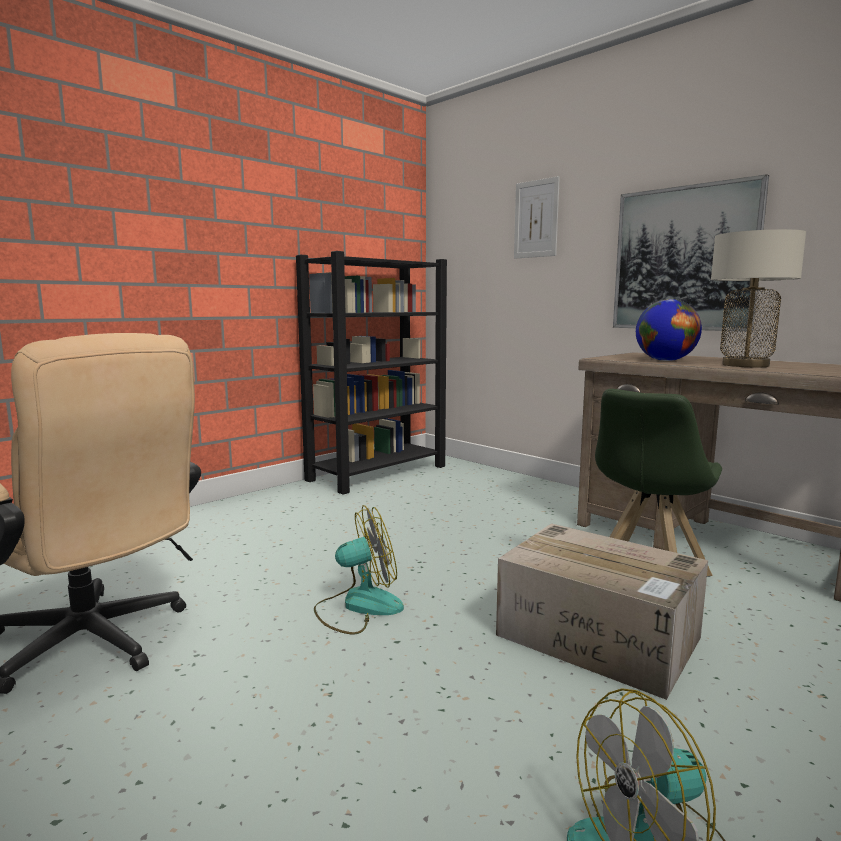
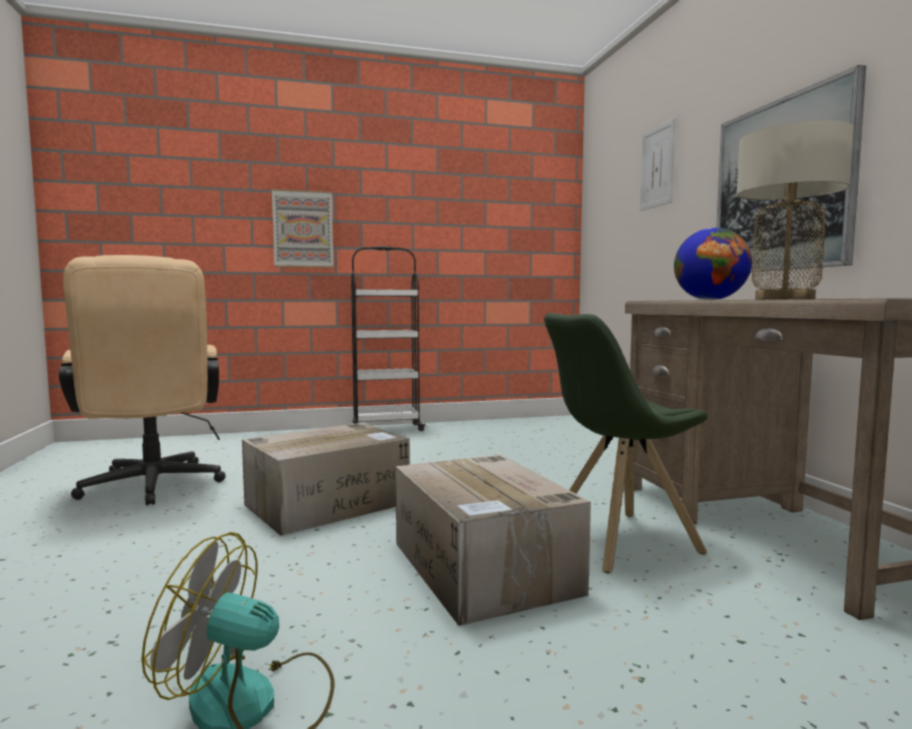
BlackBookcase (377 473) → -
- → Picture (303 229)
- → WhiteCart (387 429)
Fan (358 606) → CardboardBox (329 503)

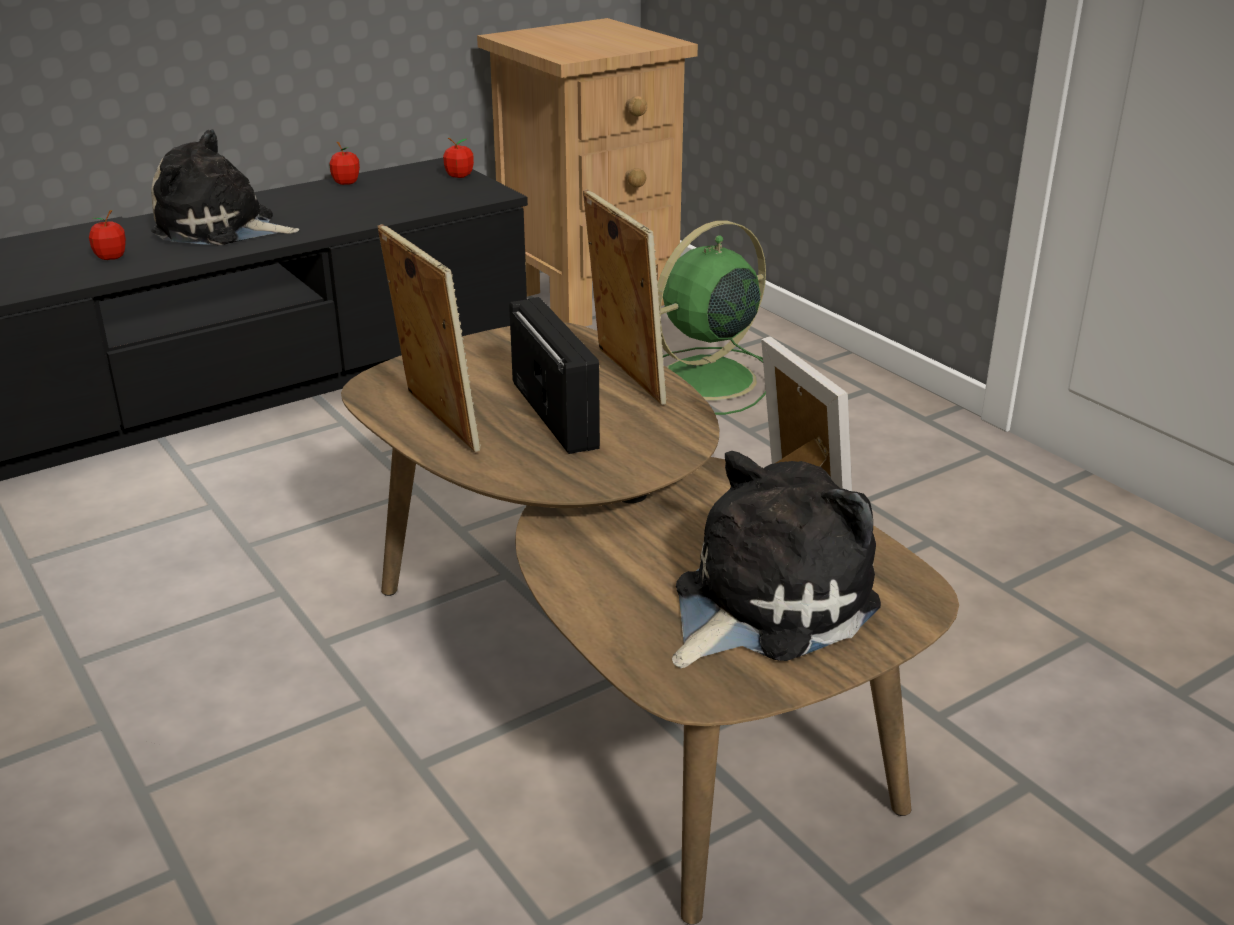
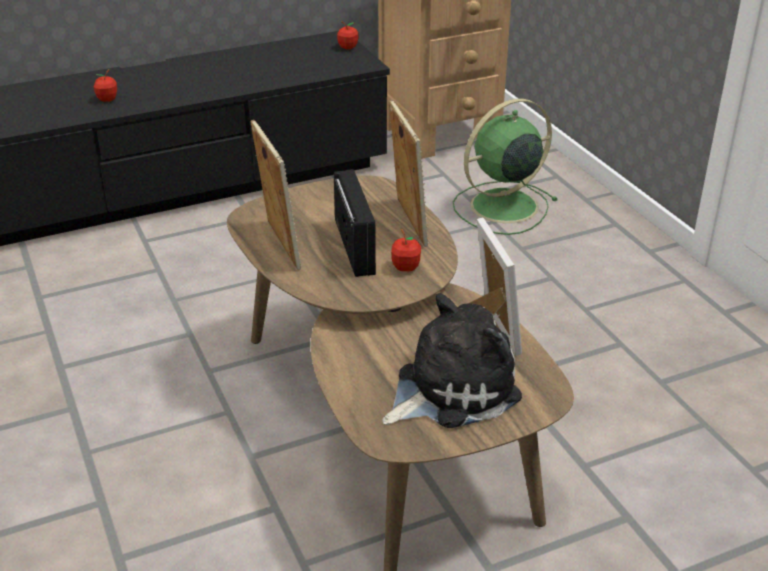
PlushToy (221 228) → -
Apple (346 183) → Apple (406 267), move

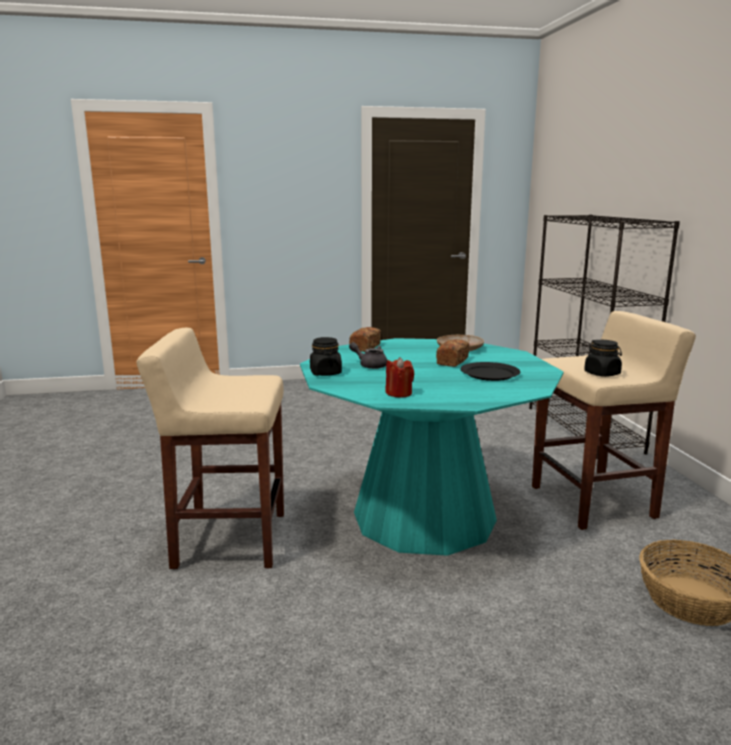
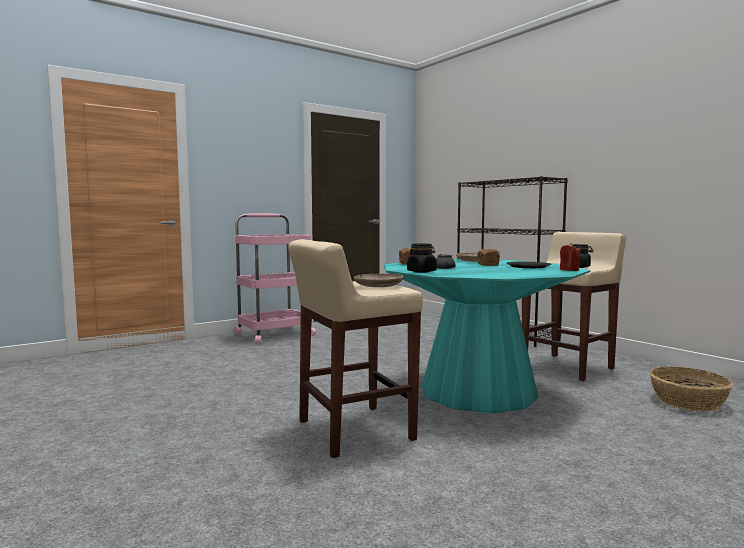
- → PinkCart (275 335)
- → BeigePlate (378 286)
RedCandle (399 393) → RedCandle (569 270), move

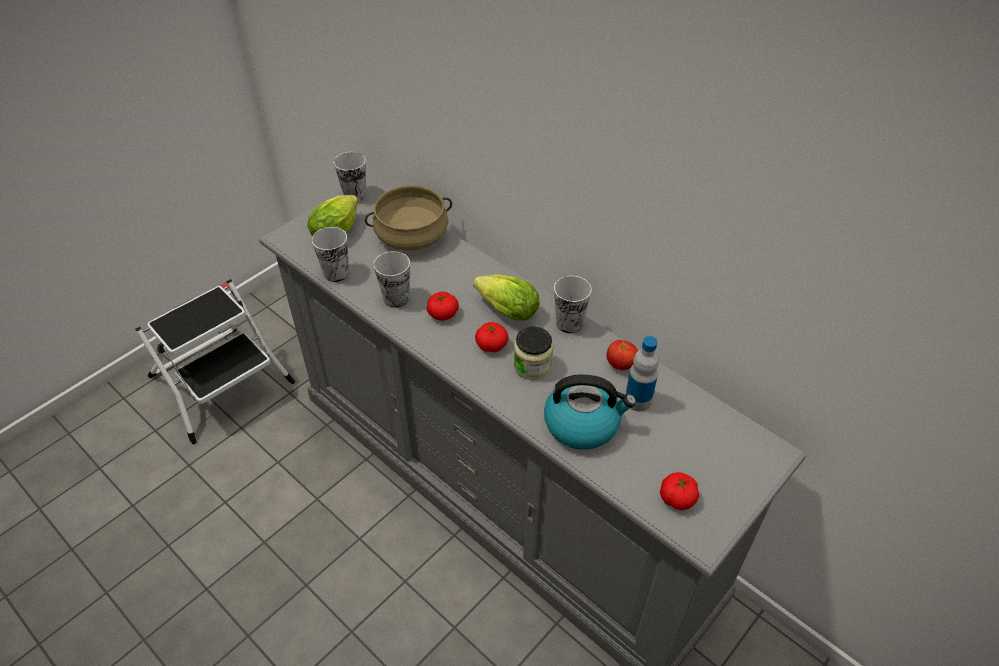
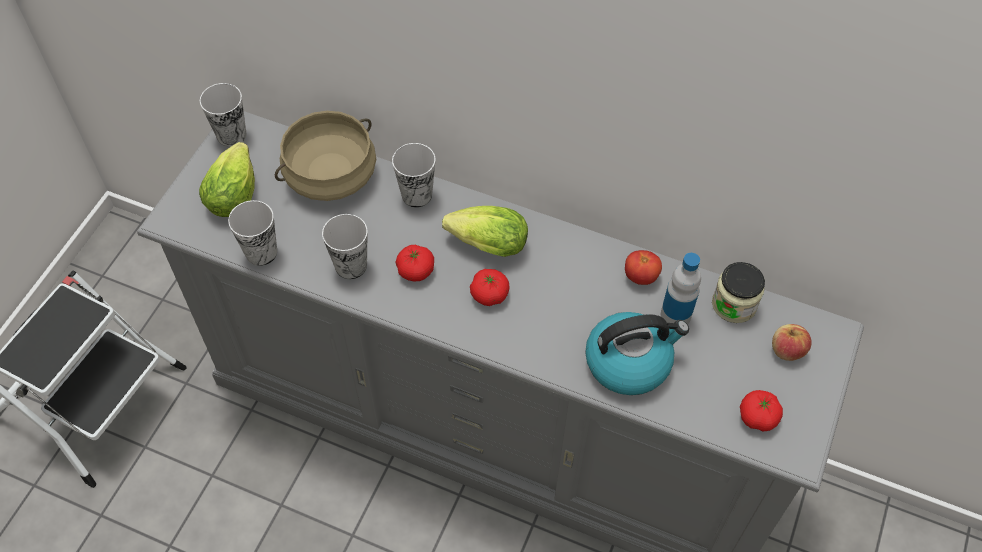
- → Apple (787 350)
Jar (532 366) → Jar (734 304), move
Cup (569 323) → Cup (416 195), move

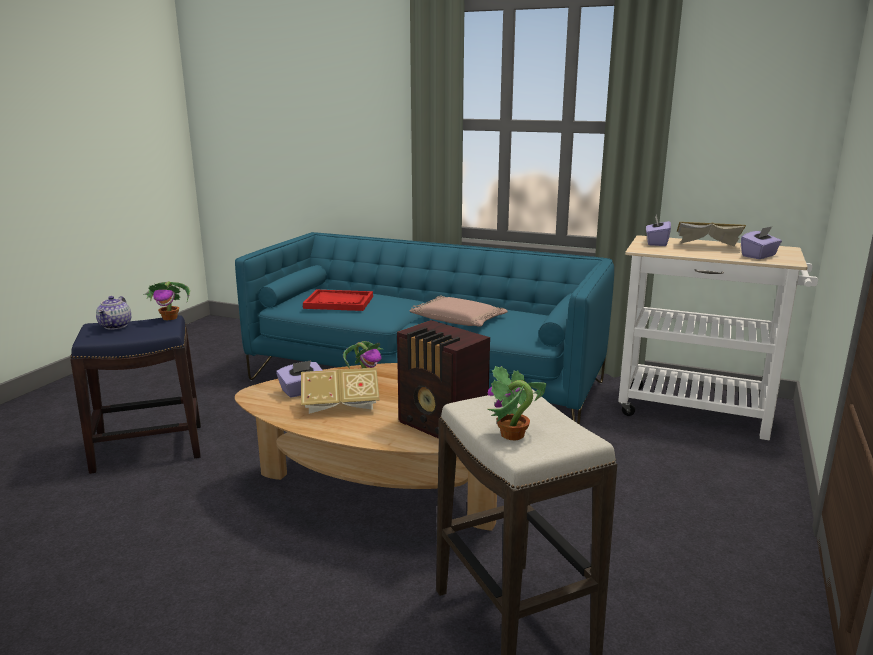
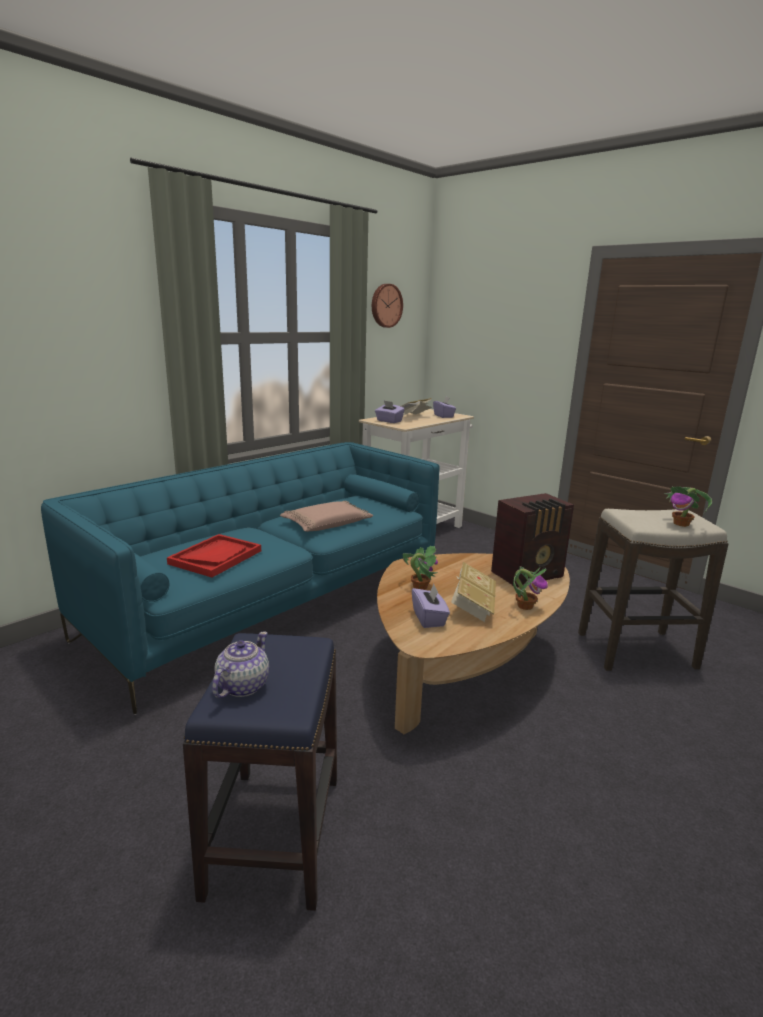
- → WallClock (385 305)
PottedPlant (170 318) → PottedPlant (525 606), move
Teapot (116 326) → Teapot (242 686), 90 degrees counterclockwise

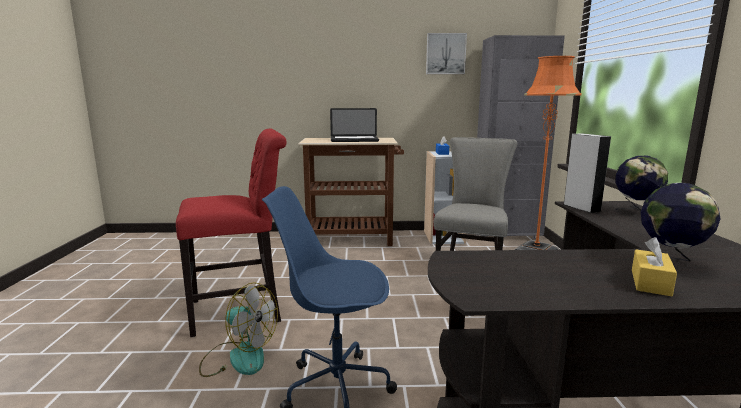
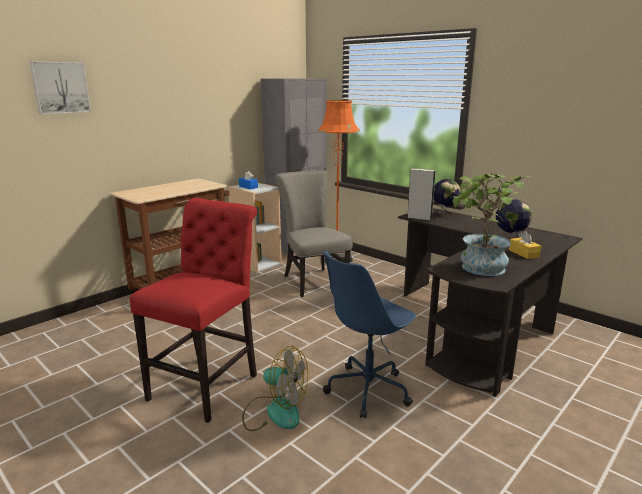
Laptop (354 140) → -
- → PottedPlant (479 269)
Picture (445 54) → Picture (60 87), move
Fan (238 357) → Fan (274 412), 45 degrees clockwise

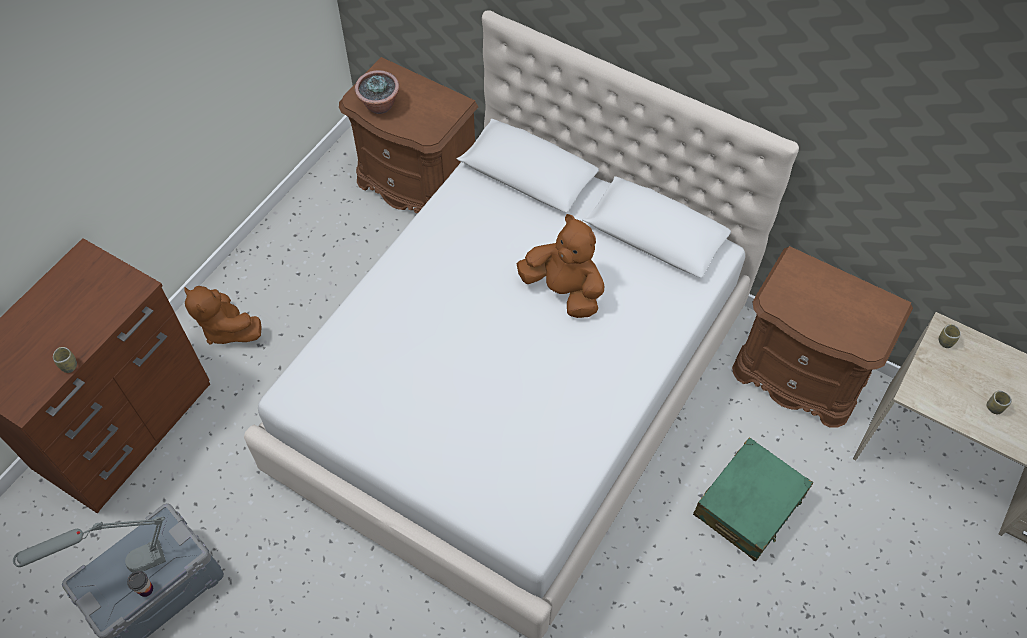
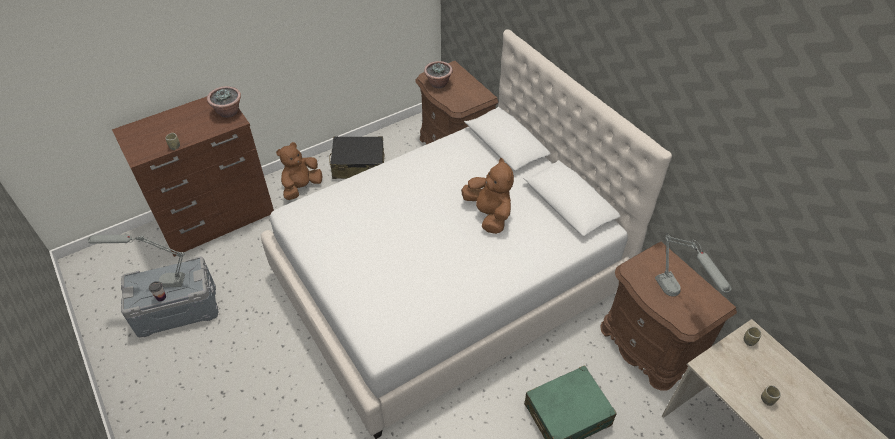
- → PottedPlant (229 112)
- → BlackSuitcase (358 165)
- → GreyTableLamp (678 299)
BrownPlushToy (227 328) → BrownPlushToy (301 187), 60 degrees clockwise

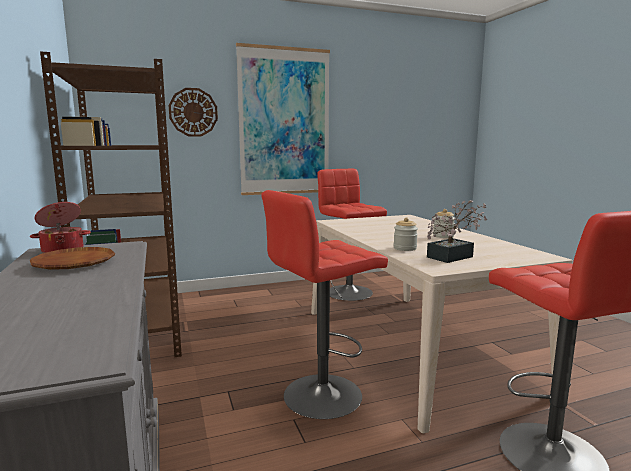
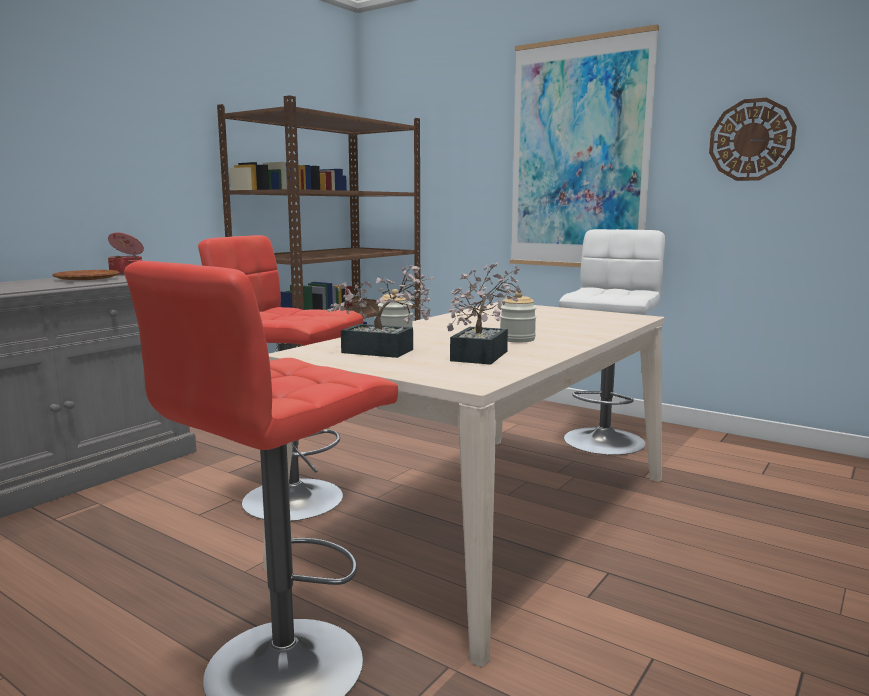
- → PottedPlant (483 354)
WallClock (193 112) → WallClock (751 140), move
RedStool (349 292) → WhiteStool (605 441)

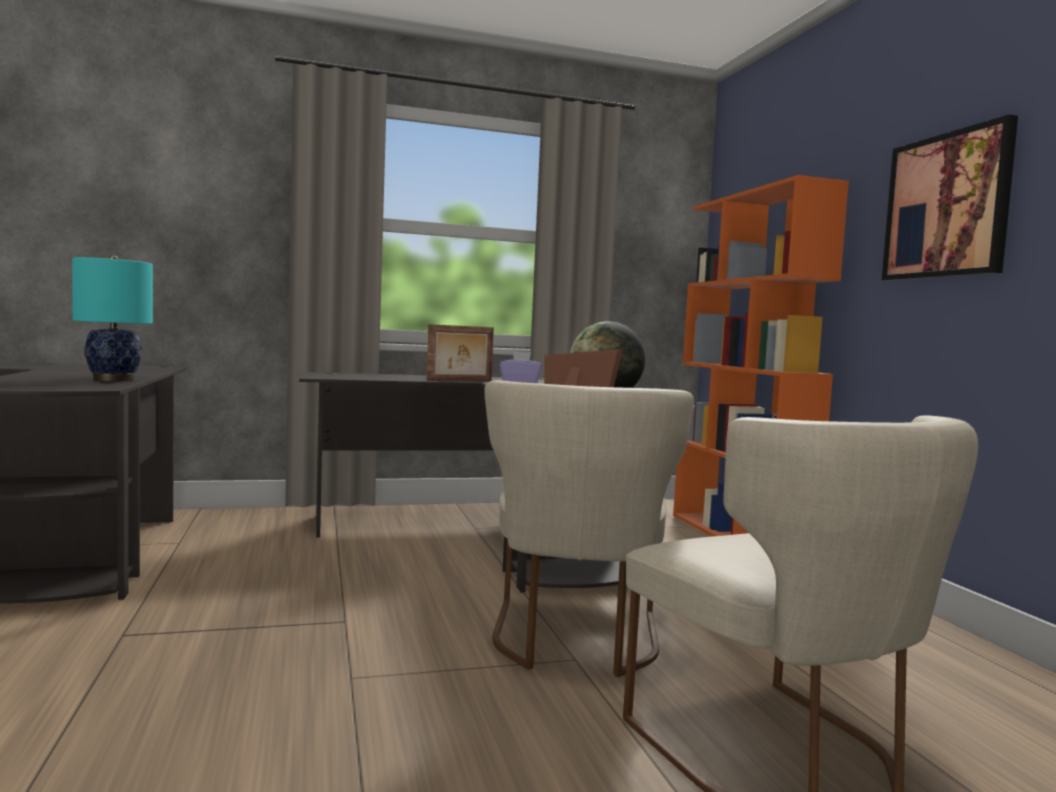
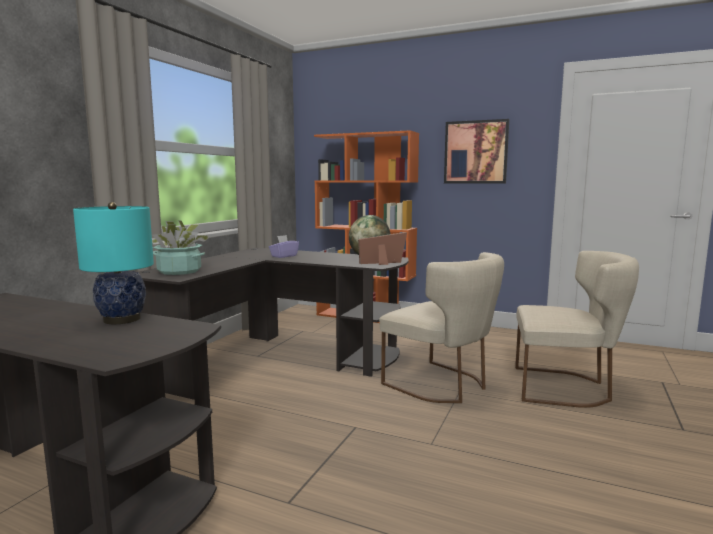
PictureFrame (460 381) → -
- → PottedPlant (179 271)

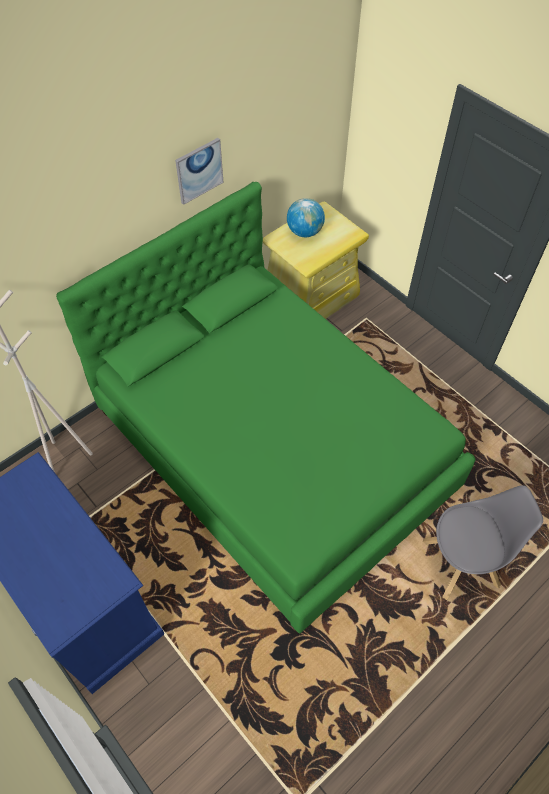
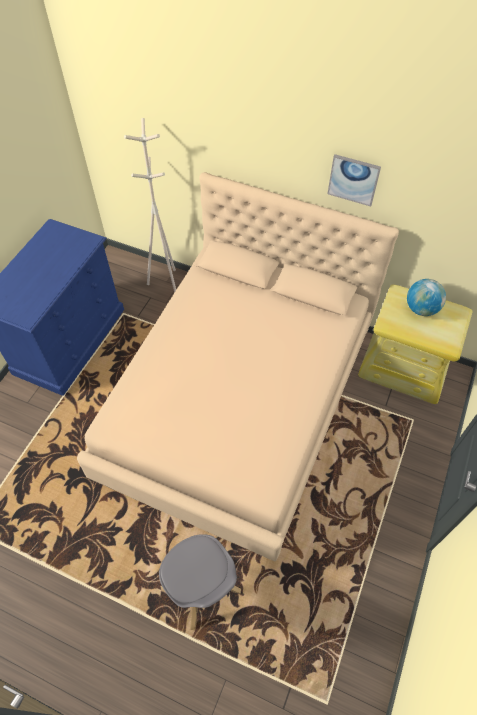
GreenBed (273 448) → BeigeBed (239 401)

